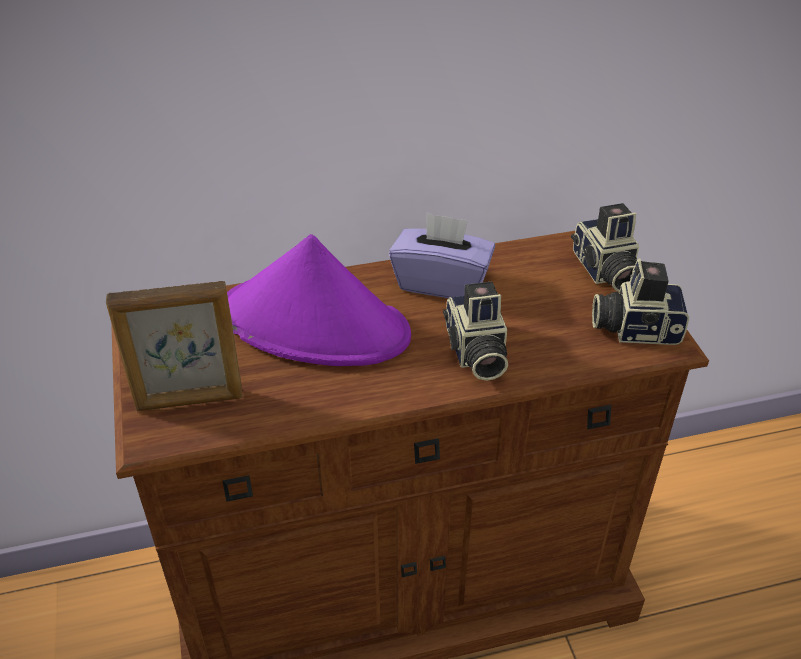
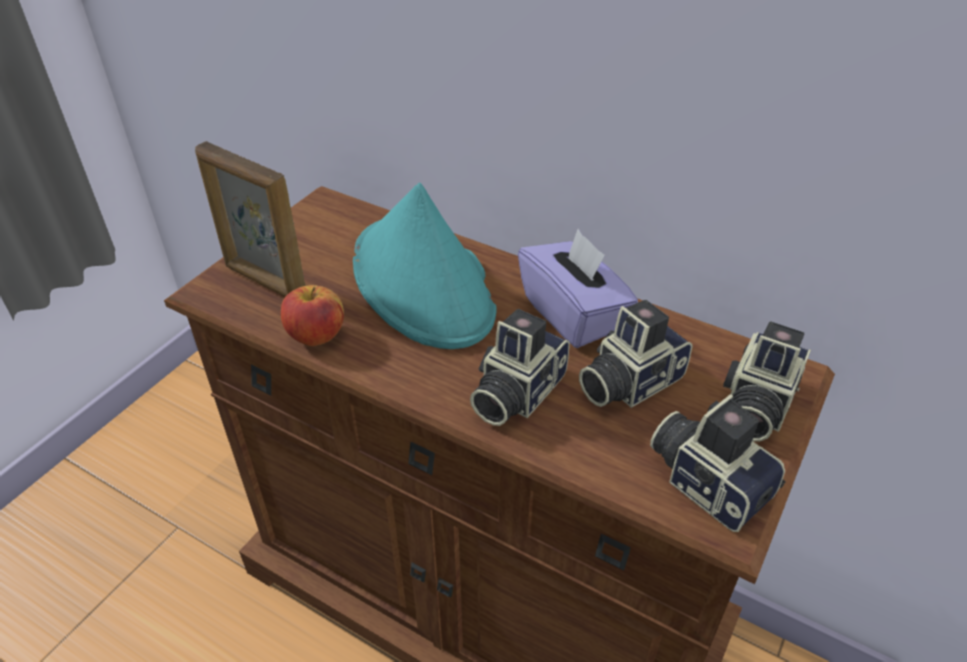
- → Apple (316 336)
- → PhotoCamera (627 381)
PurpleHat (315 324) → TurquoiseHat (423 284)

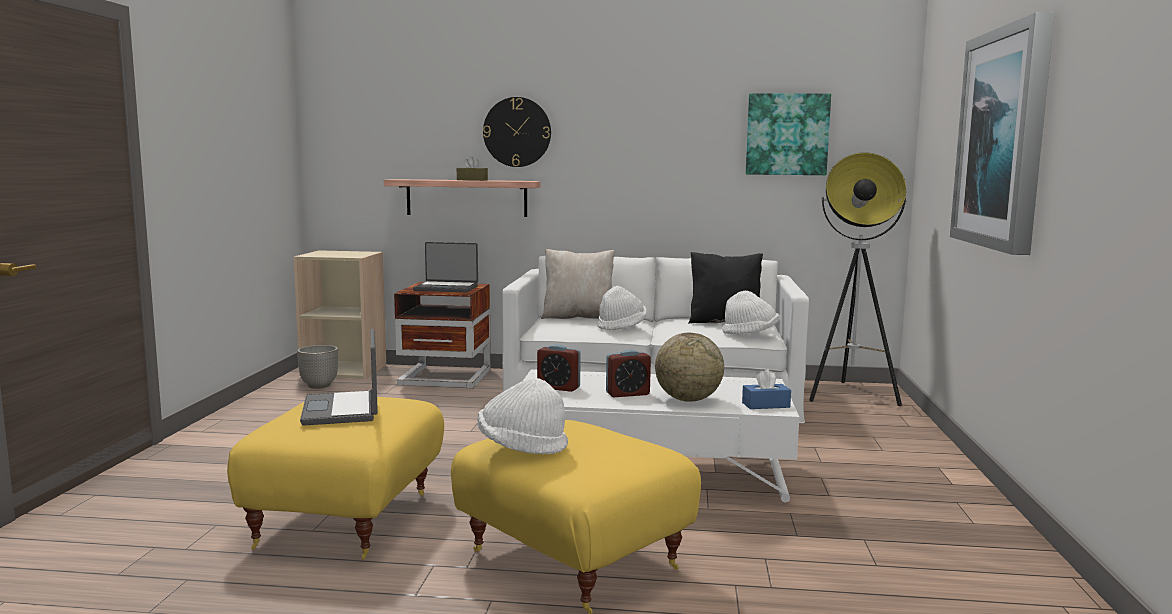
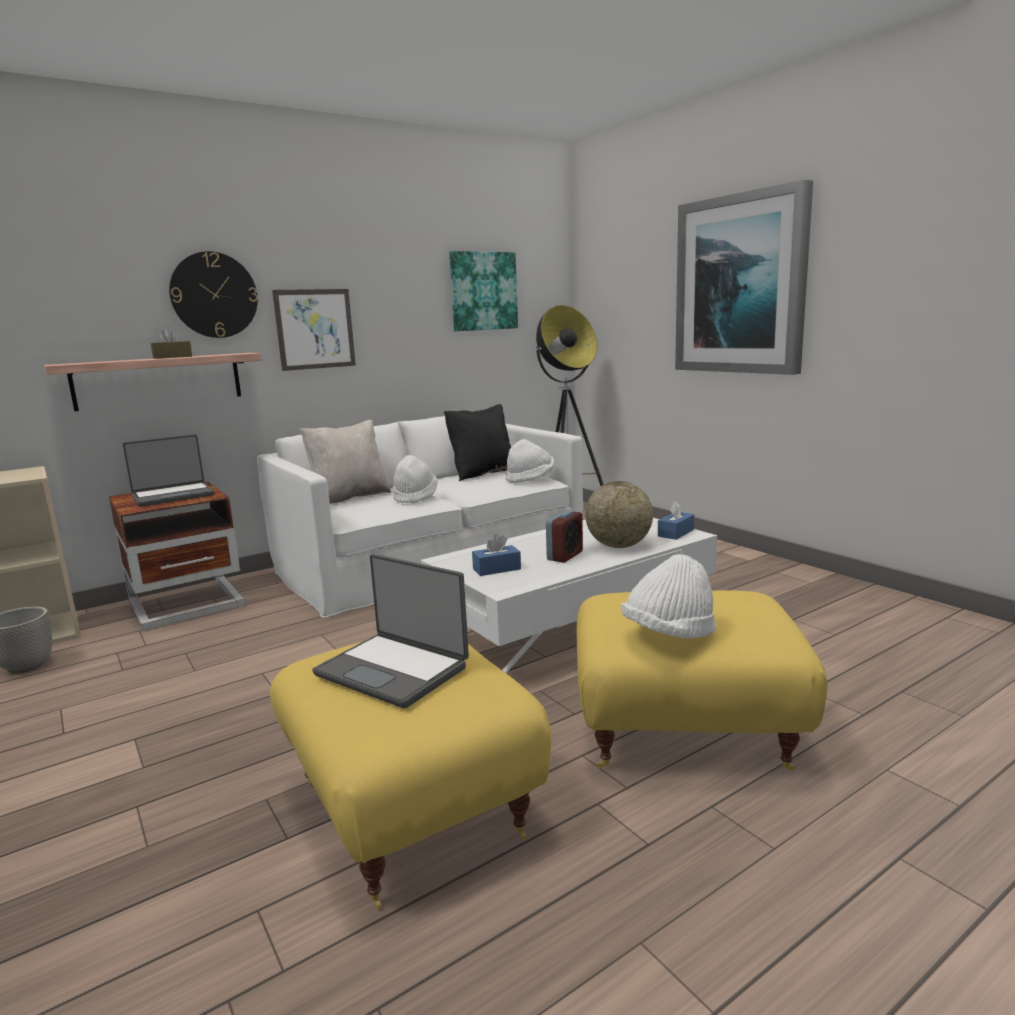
- → Picture (315 329)
AlarmClock (558 388) → BlueTissueBox (496 569)

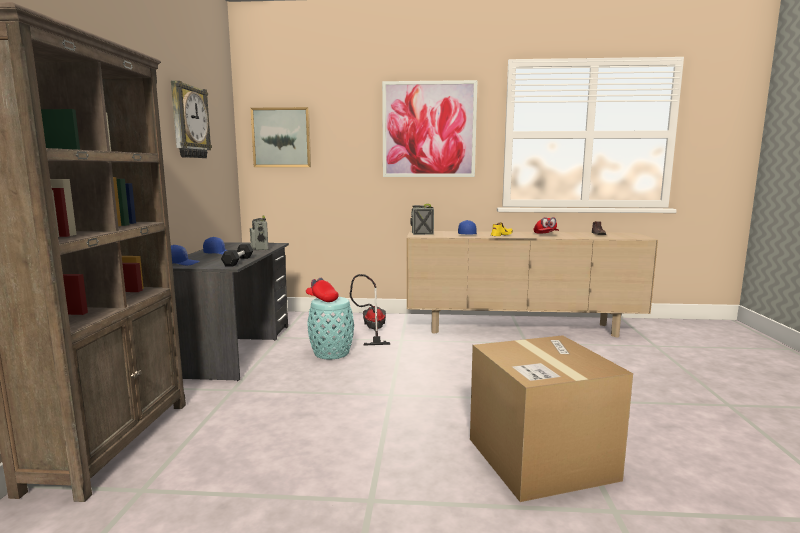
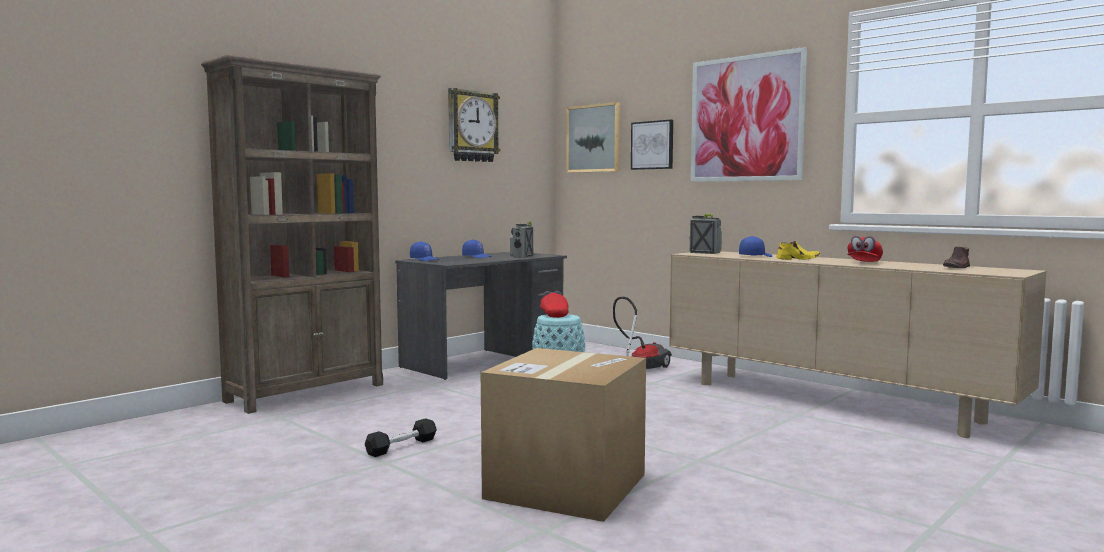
- → Picture (652 145)
BlackDumbbell (238 261) → BlackDumbbell (401 446), move

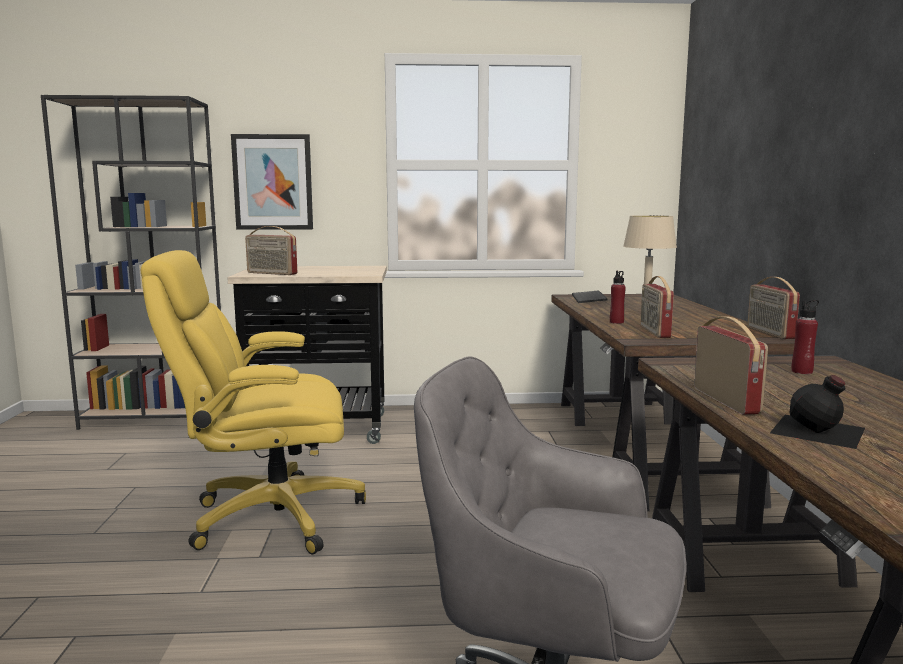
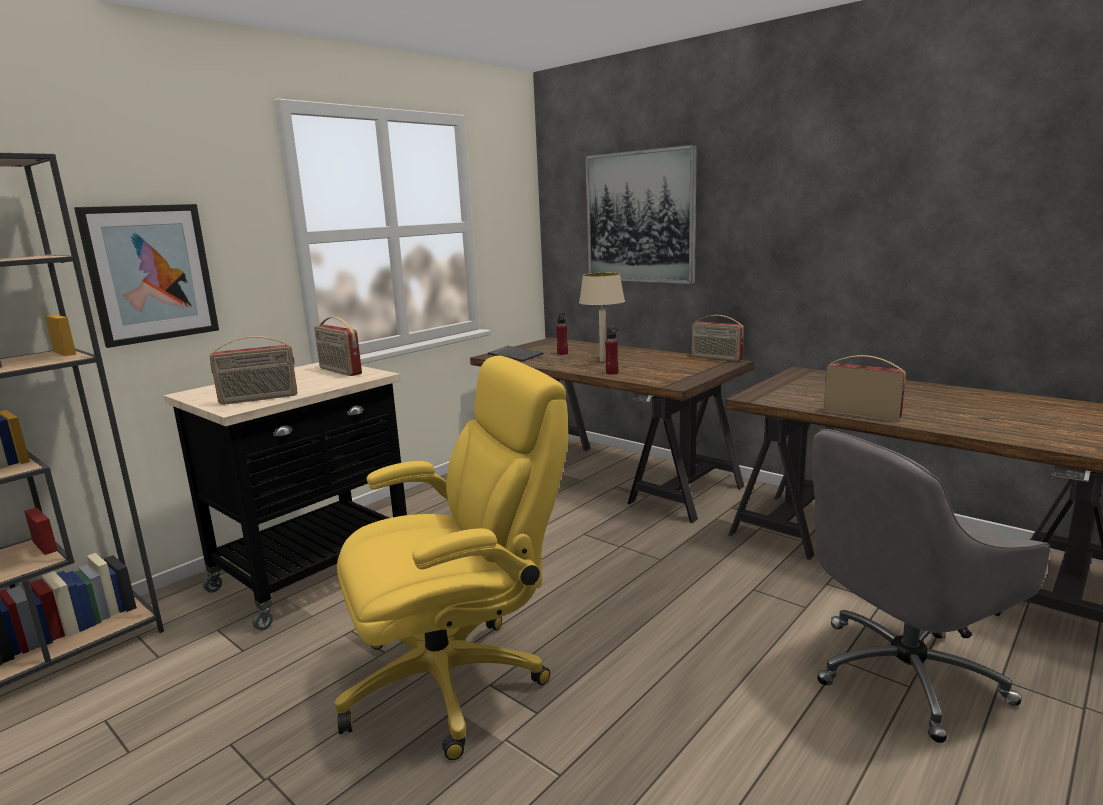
BlackBottle (819 431) → -
- → Picture (640 217)
Radio (654 332) → Radio (339 371), move
RedBottle (802 371) → RedBottle (562 353), move
YellowOfficeChair (264 517) → YellowOfficeChair (458 680), 150 degrees counterclockwise

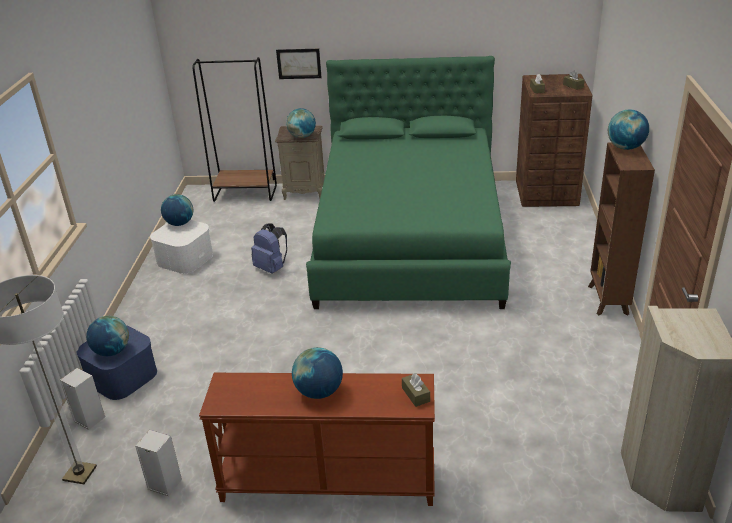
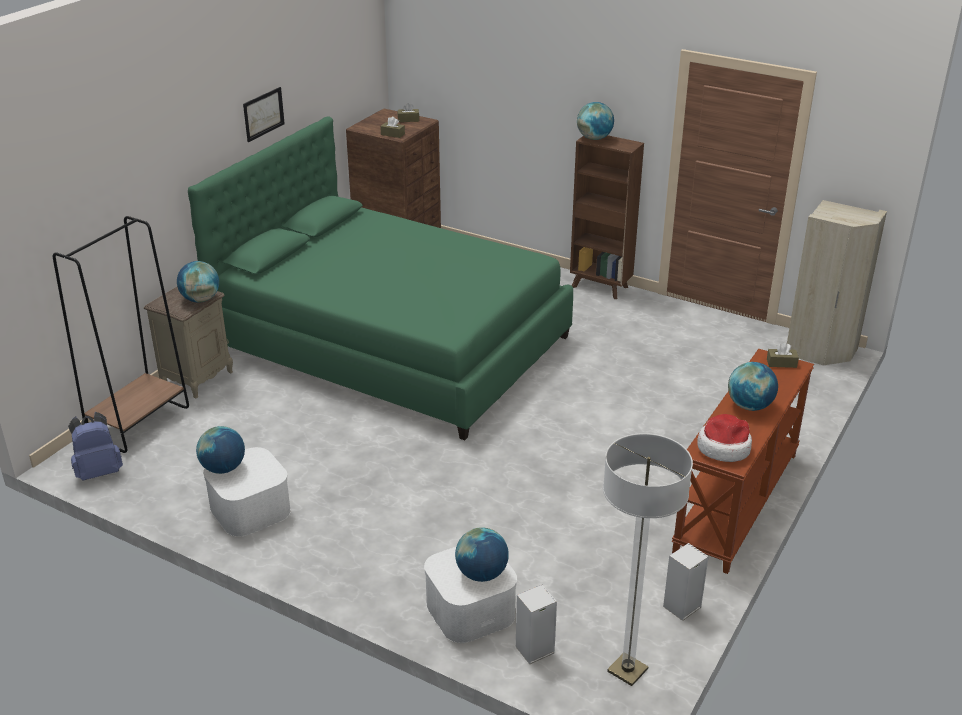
- → Hat (724 447)
BlueBackpack (272 268) → BlueBackpack (99 471), move
Picture (299 63) → Picture (263 114), move
BlueStorageBox (122 376) → WhiteStorageBox (470 609)

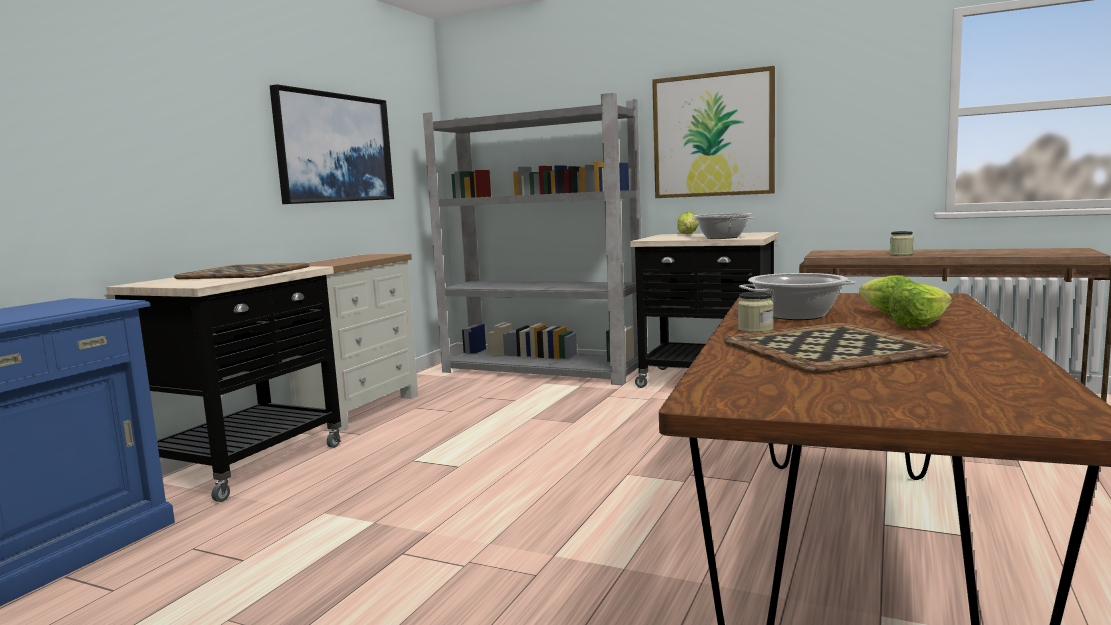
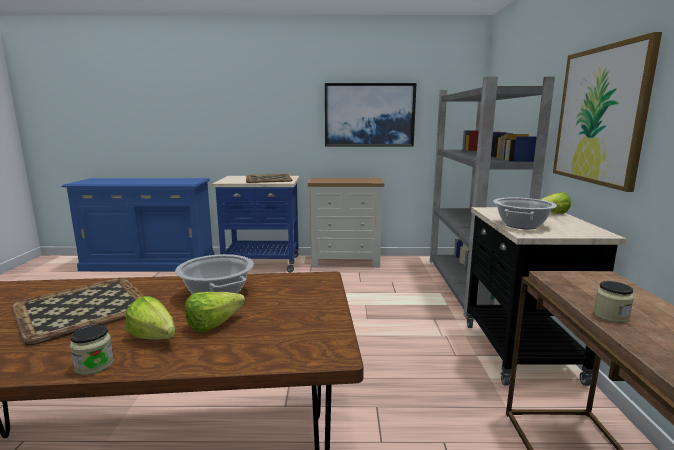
Jar (755 329) → Jar (94 365), move
BlackCart (248 464) → BlueCart (262 264)

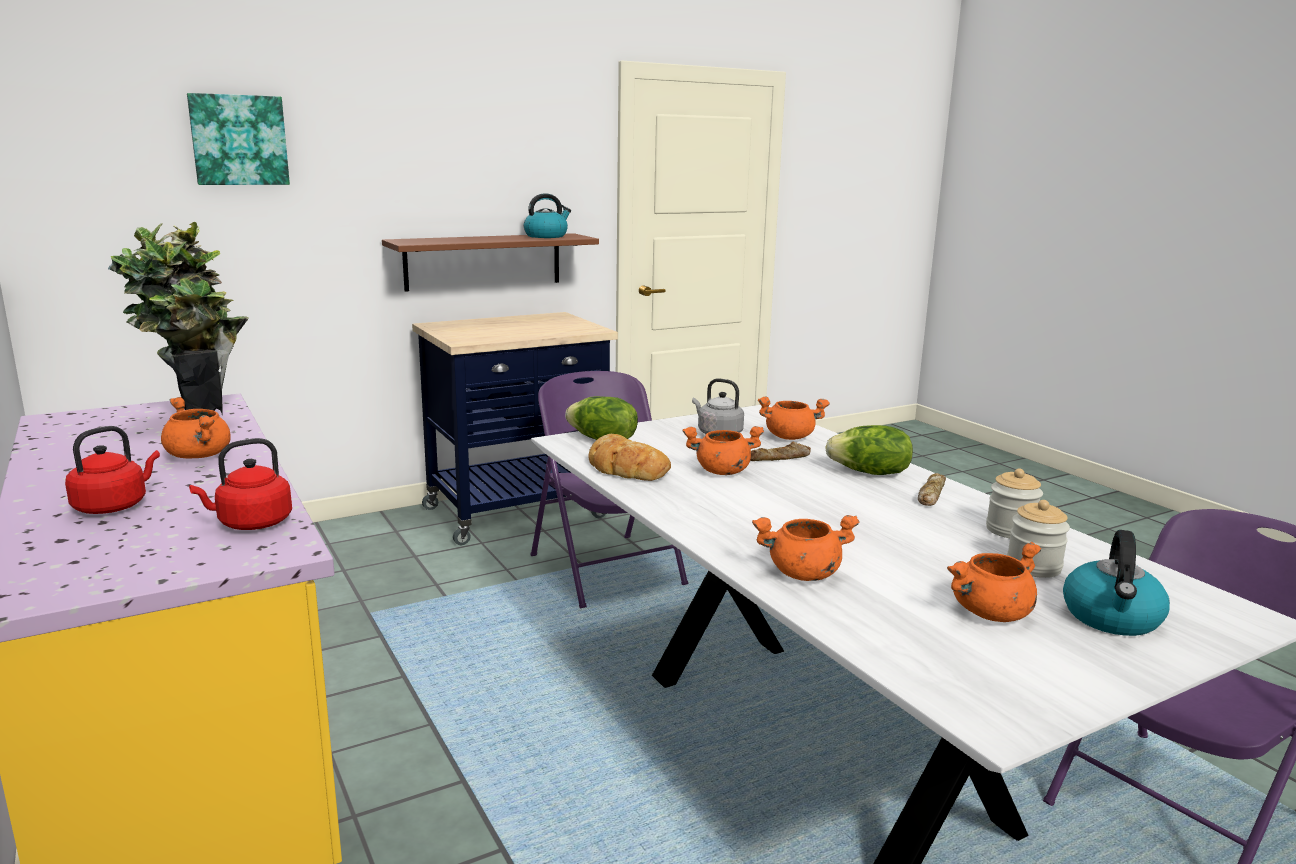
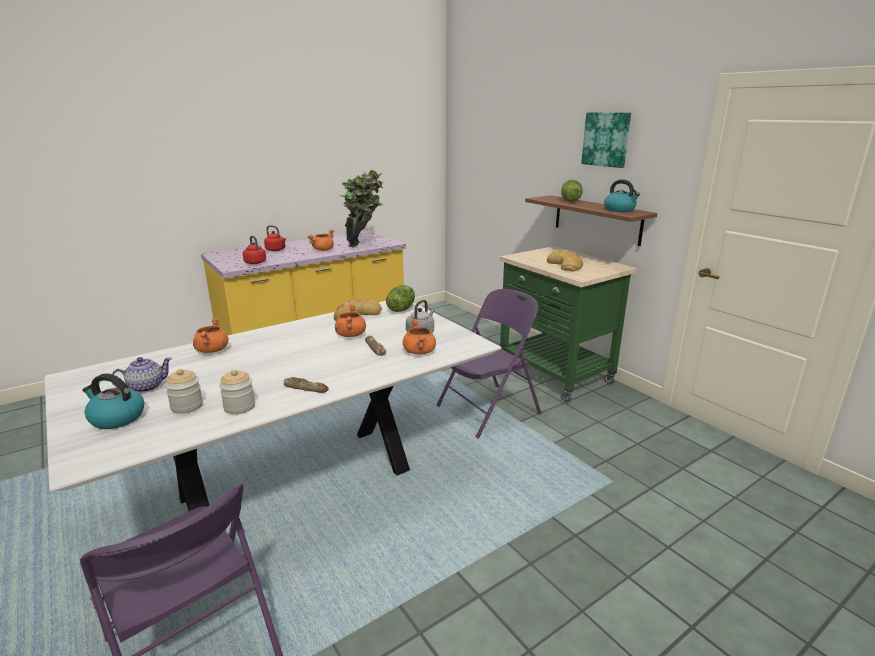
- → Bread (565 265)
Picture (239 140) → Picture (606 139), move
Lettuce (870 473) → Lettuce (569 200), move
OrangeCookingPot (990 614) → Teapot (145 387)
BlueCart (516 512) → GreenCart (555 375)

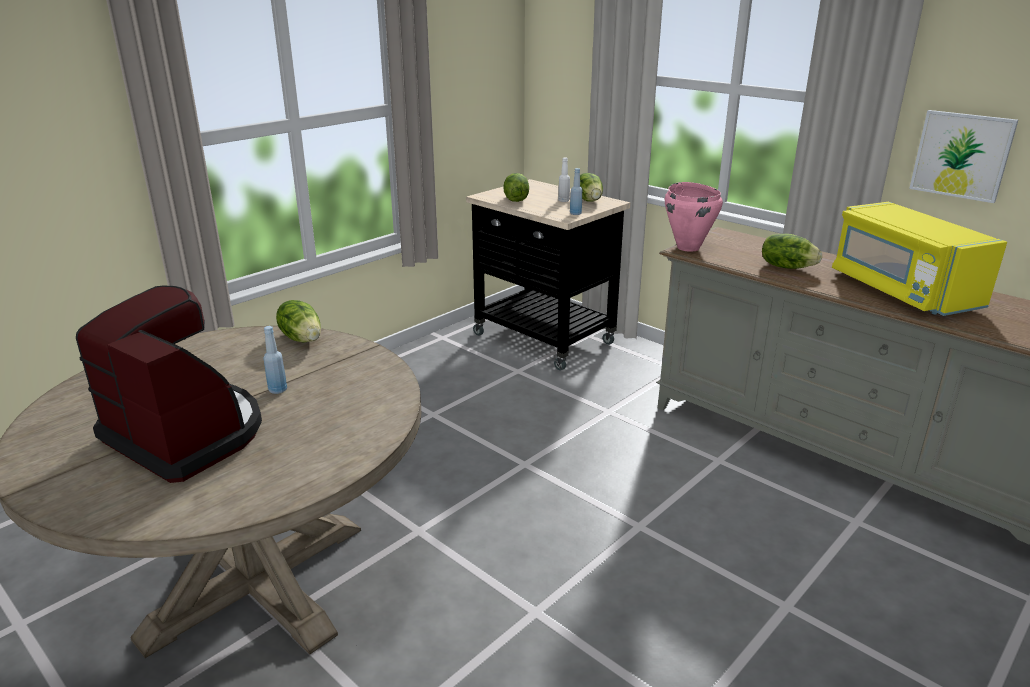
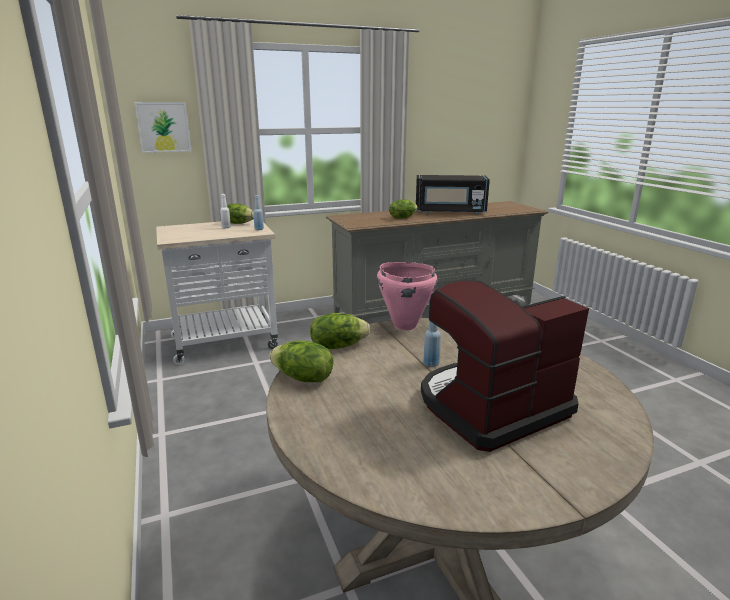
Lettuce (515 199) → Lettuce (303 378), move
PinkCookingPot (688 247) → PinkCookingPot (404 325), move
Picture (961 155) → Picture (163 127), move
BlackCart (544 339) → WhiteCart (225 342)
YellowMicrowave (901 291) → BlackMicrowave (450 212)

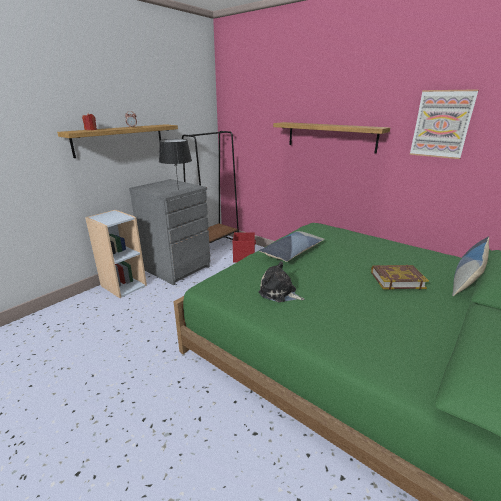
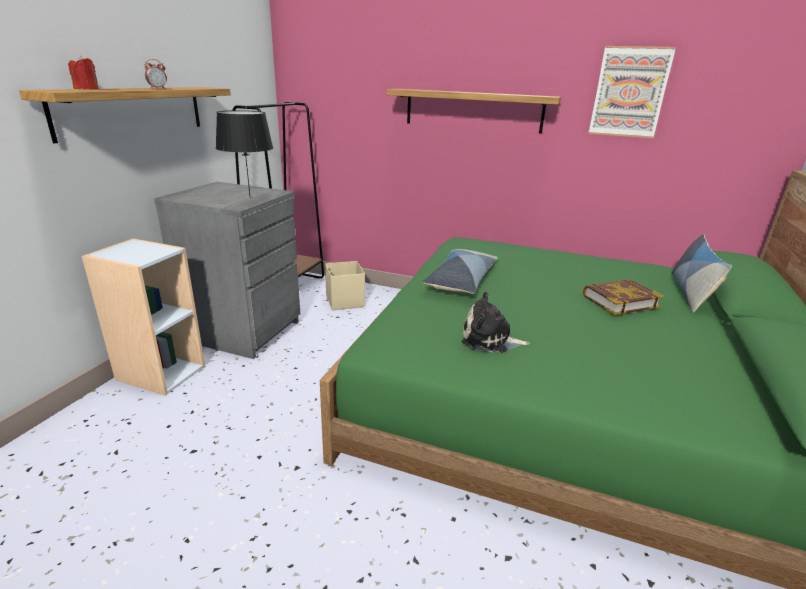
RedStorageBox (244 257) → BeigeStorageBox (345 301)

